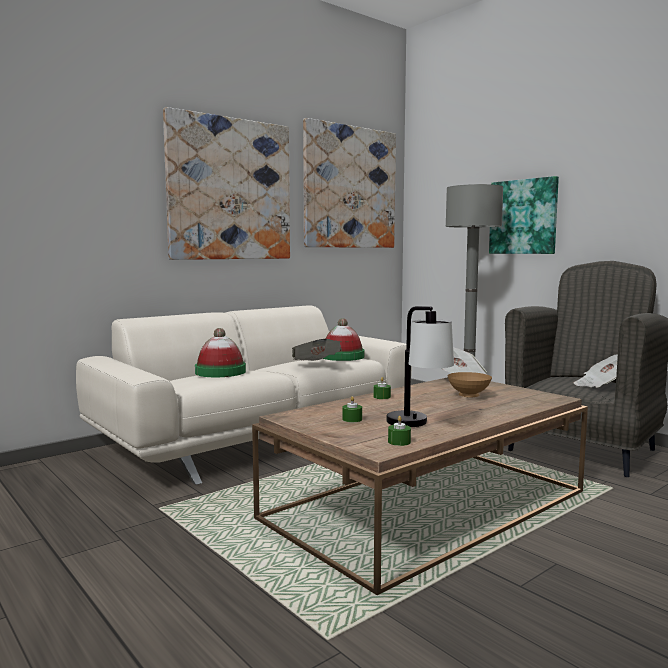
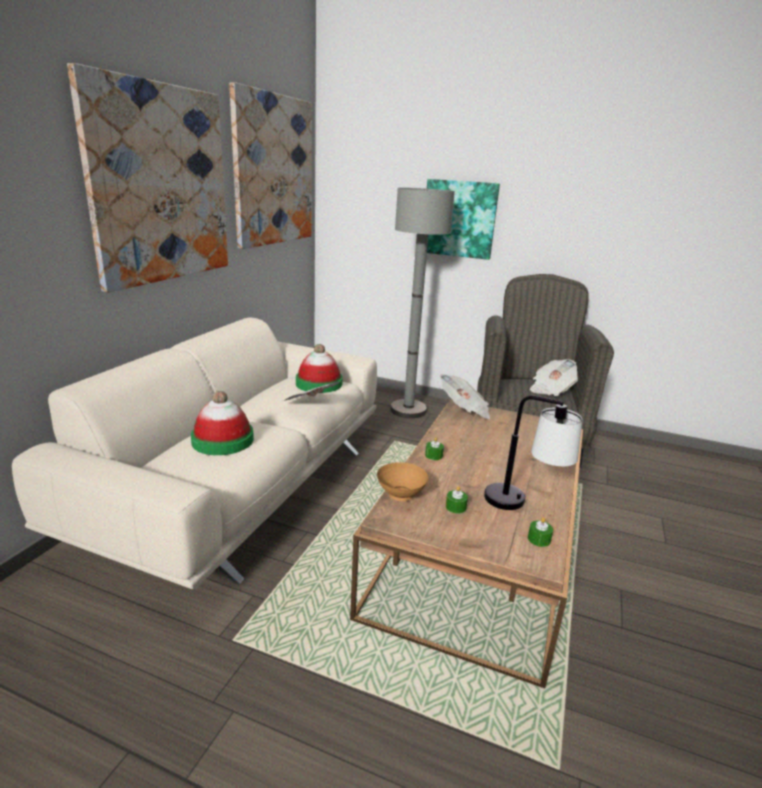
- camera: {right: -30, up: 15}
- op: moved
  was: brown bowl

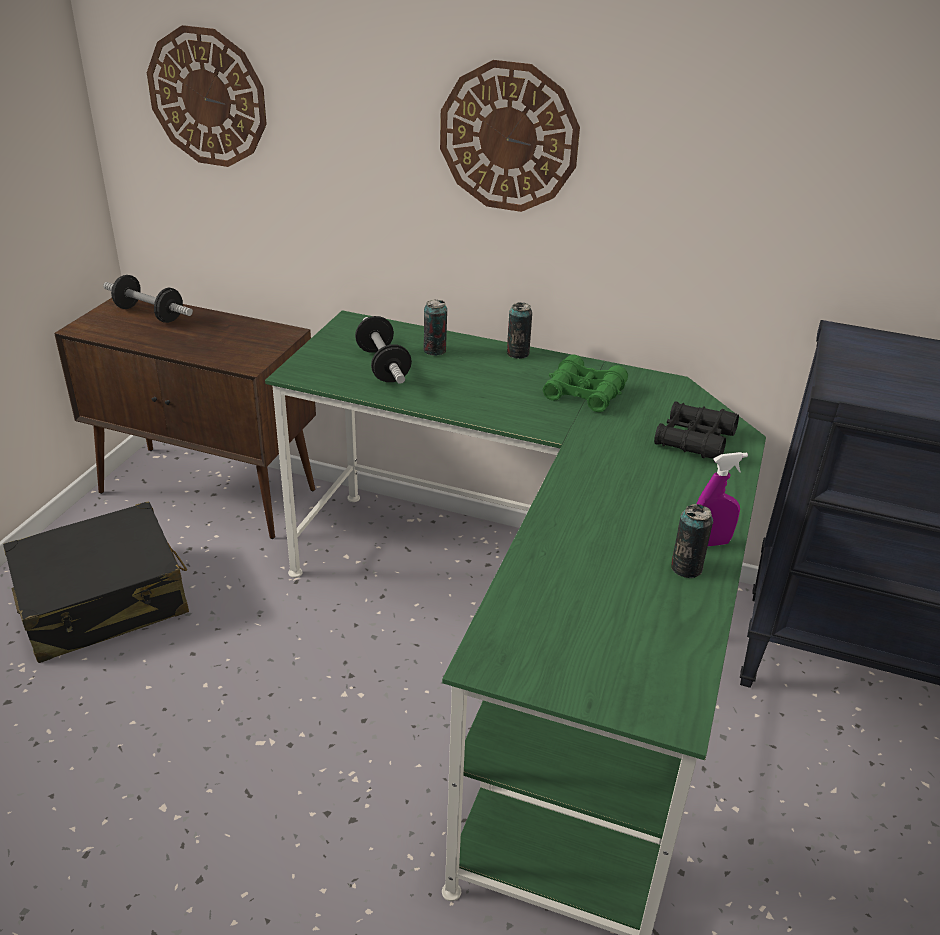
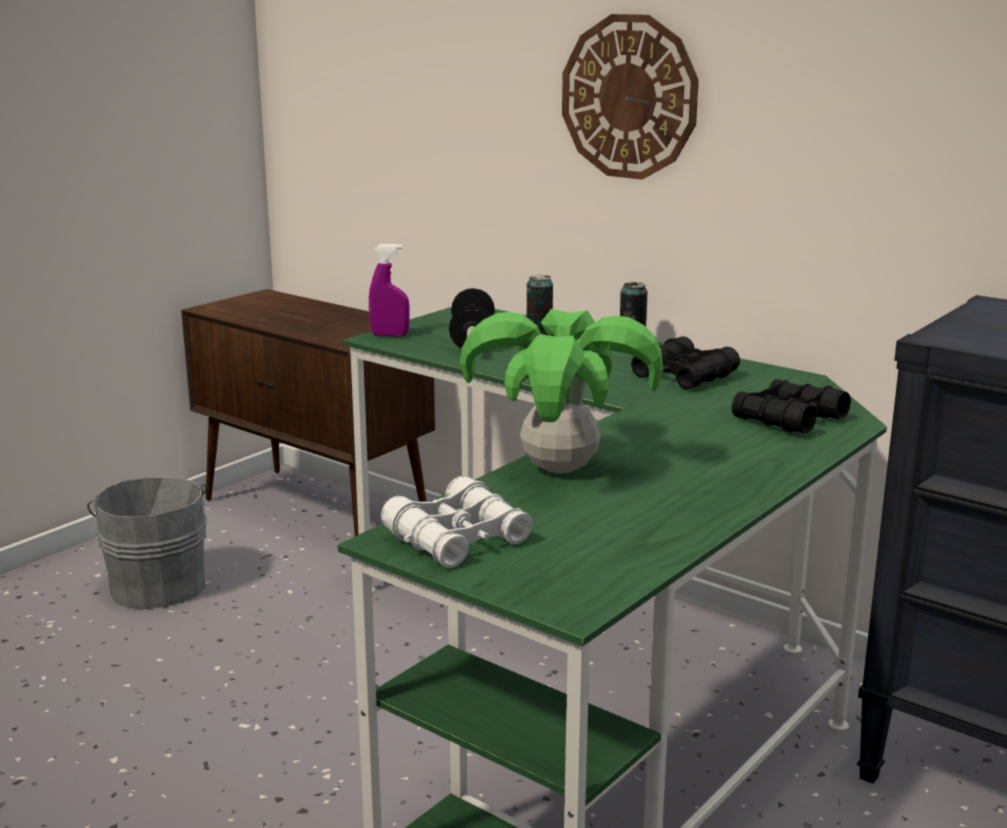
- camera: {right: 20, up: -15}
- op: removed
  was: dumbbell (1st from left)
- op: removed
  was: wall clock (1st from left)
- op: removed
  was: can (3rd from left)
- op: added
  now: white binoculars
- op: added
  now: potted plant
- op: moved
  was: purple spray bottle
- op: replaced
  was: black suitcase
  now: grey bucket
- op: recoloured
  was: green binoculars
  now: black binoculars (1st from left)

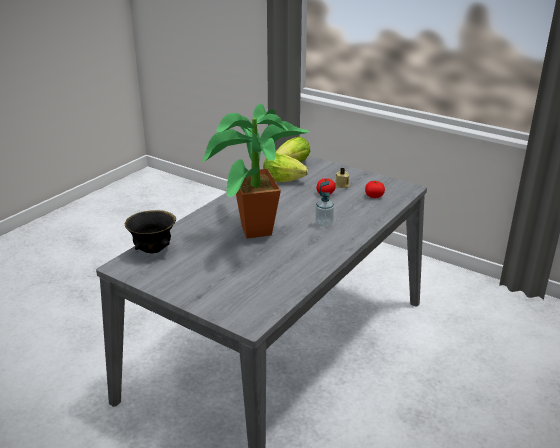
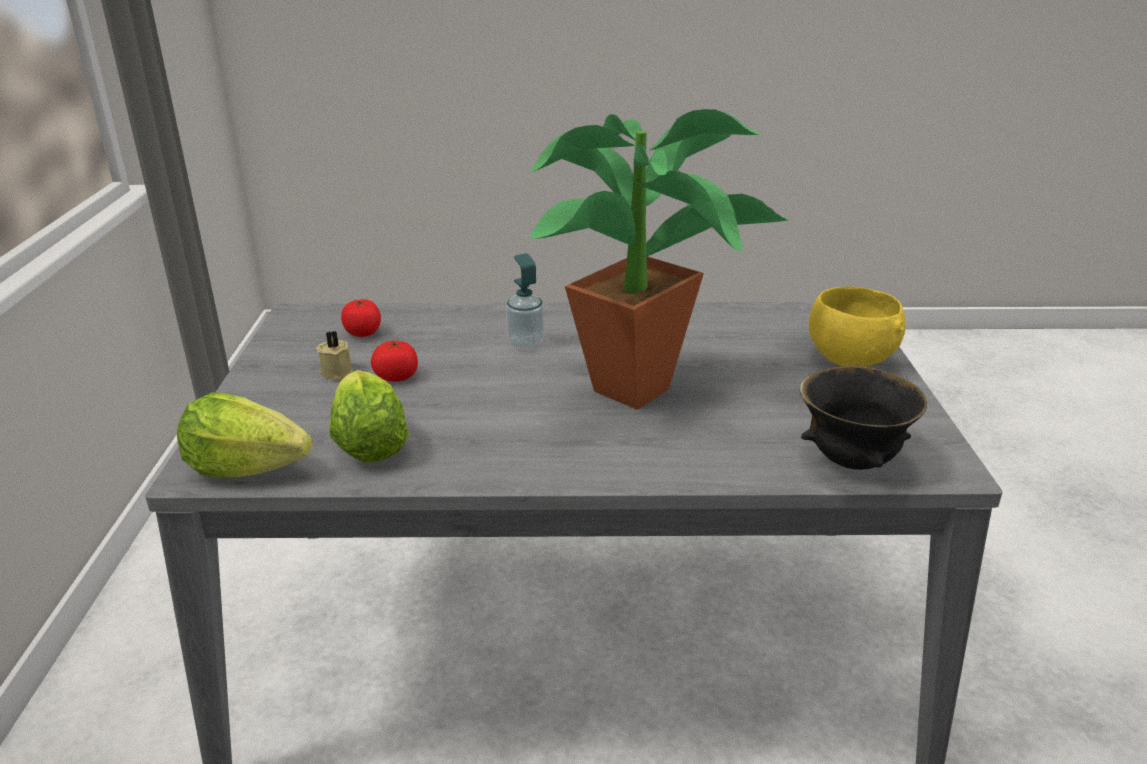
- camera: {right: -125, up: 0}
- op: added
  now: yellow bowl

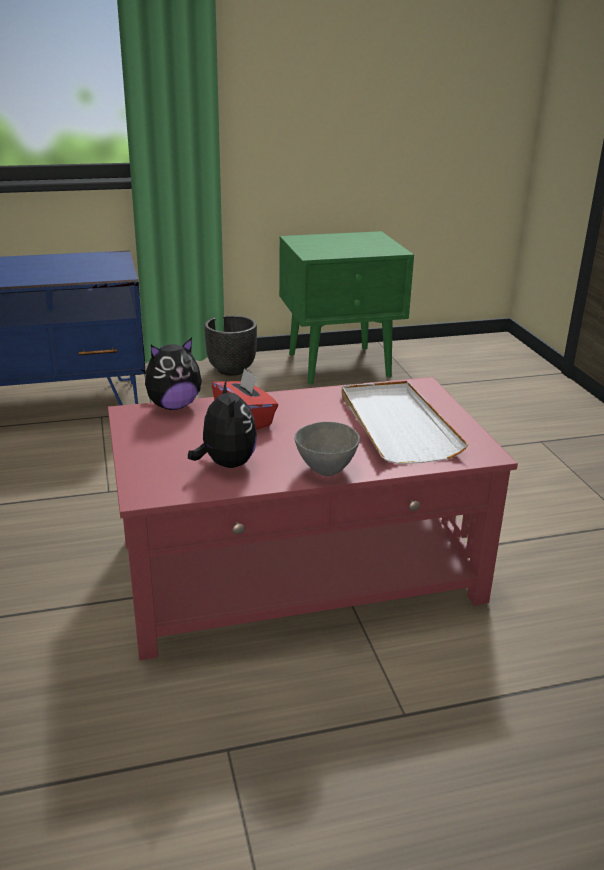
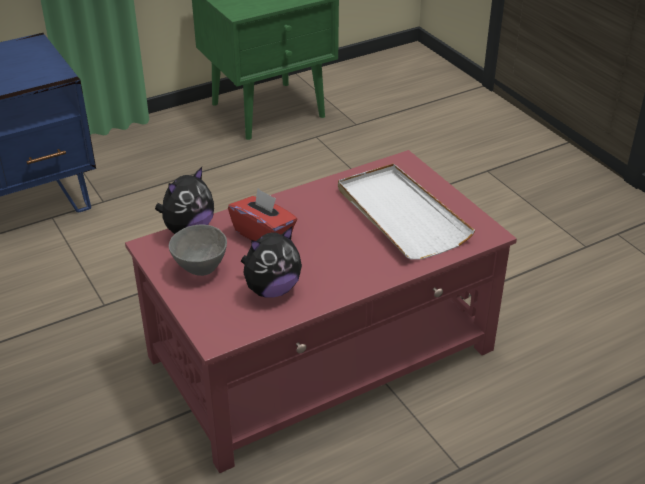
- camera: {right: -15, up: 10}
- op: removed
  was: black planter
- op: moved
  was: grey bowl
- op: turned
  was: plush toy (2nd from left)
  clockwise: 90

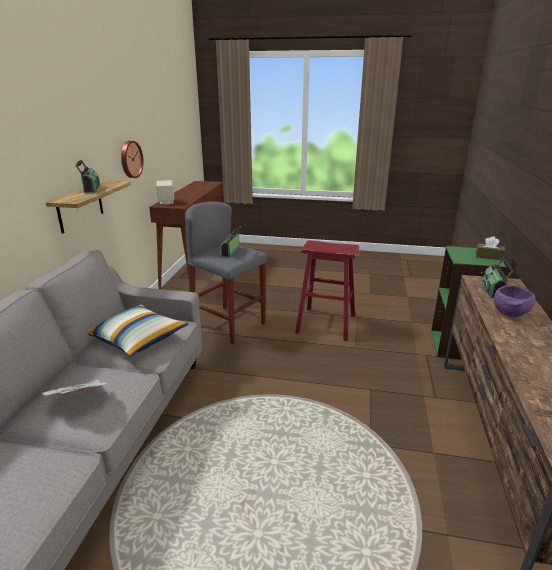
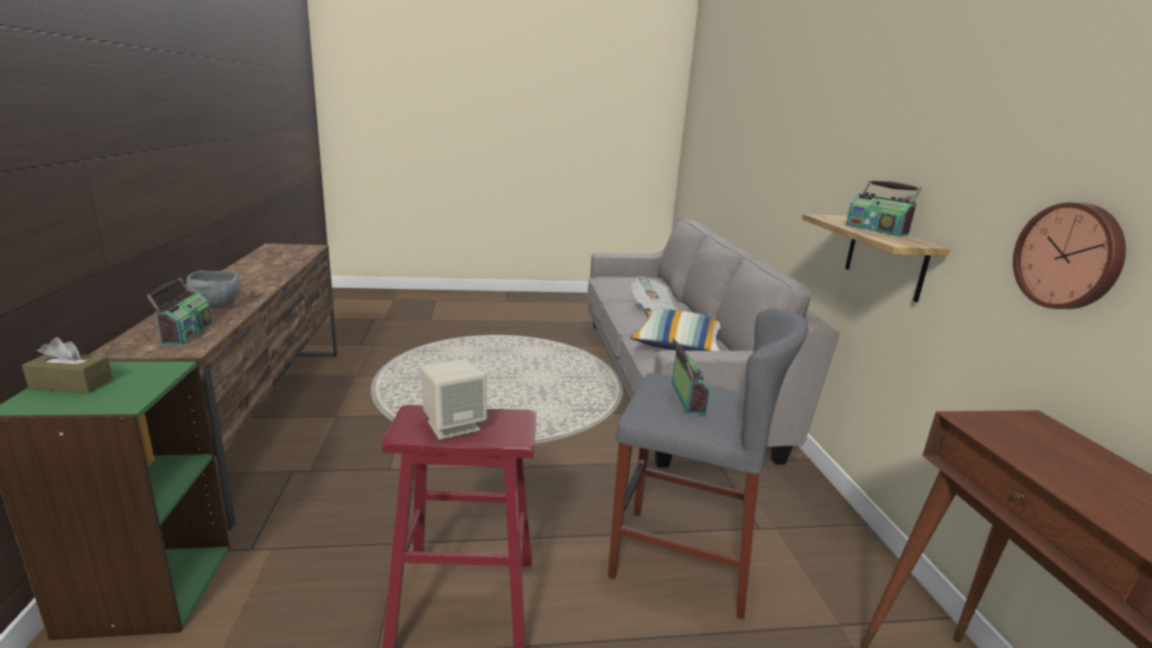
- camera: {right: 160, up: -5}
- op: moved
  was: beige speaker
- op: recoloured
  was: purple bowl
  now: grey bowl

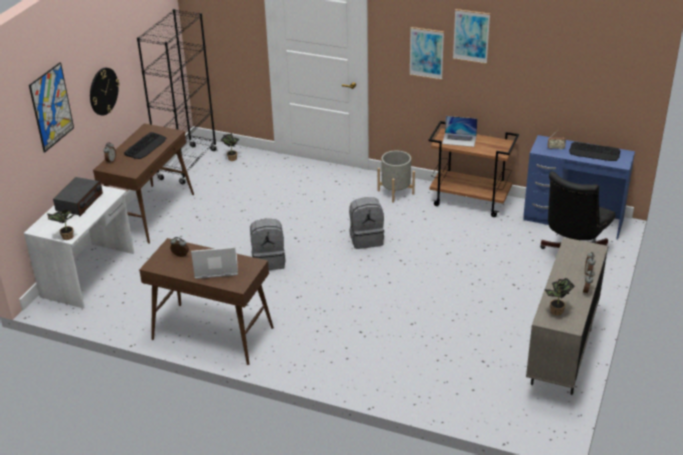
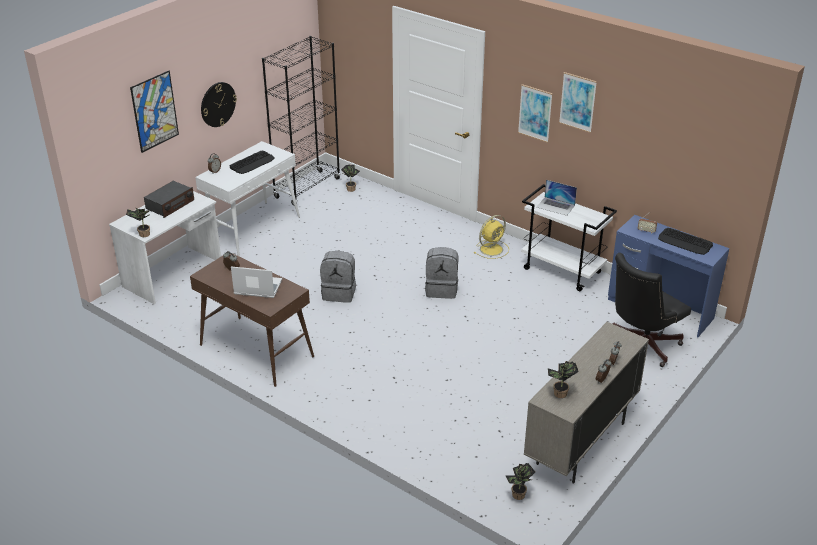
- camera: {right: 15, up: 0}
- op: added
  now: potted plant (3rd from left)
- op: replaced
  was: grey planter
  now: yellow fan
- op: recoloured
  was: brown console table (1st from left)
  now: white console table
- op: recoloured
  was: brown cart
  now: white cart

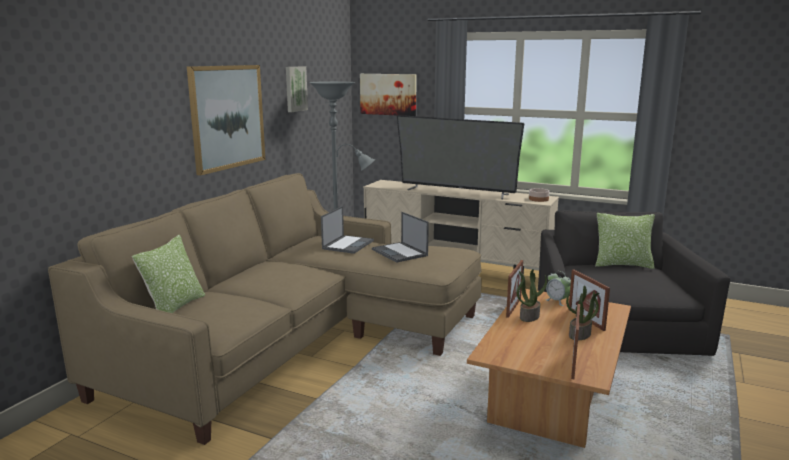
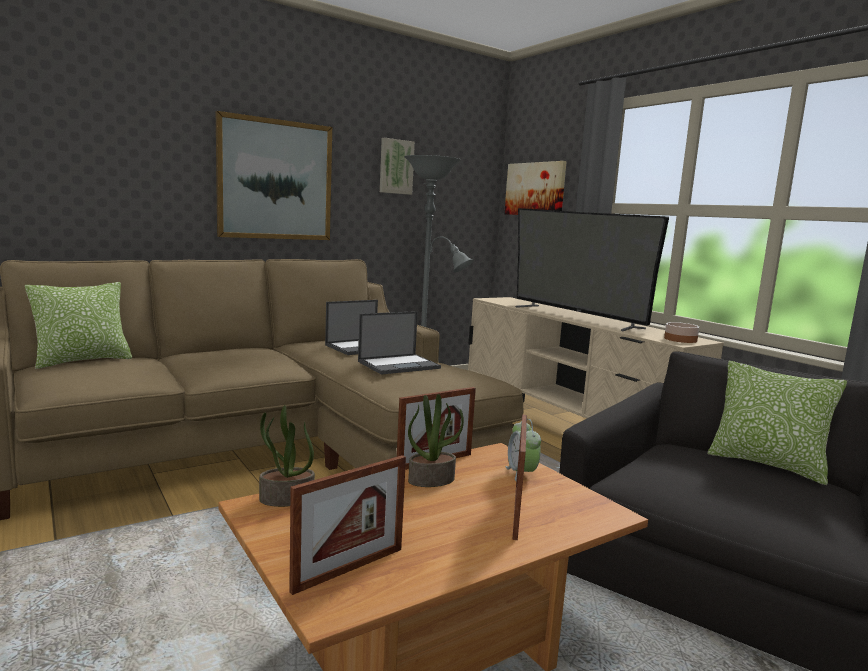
- camera: {right: 30, up: -5}
- op: moved
  was: potted plant (2nd from left in the first image)
  now: potted plant (1st from left)
- op: turned
  was: laptop (2nd from left)
  clockwise: -120

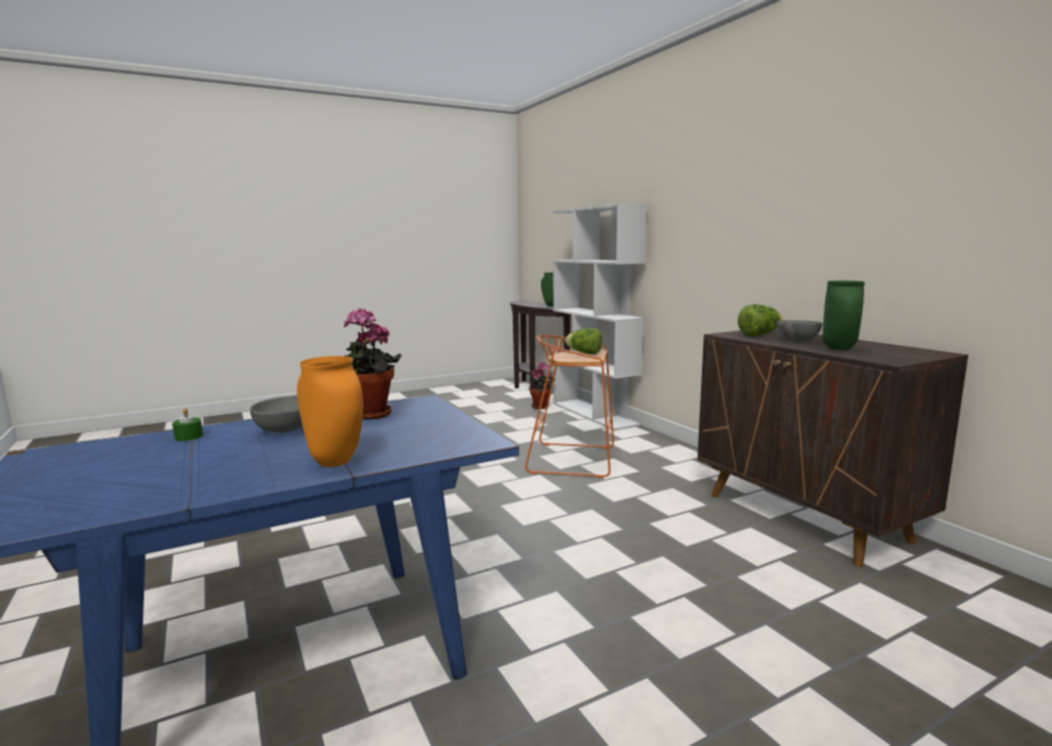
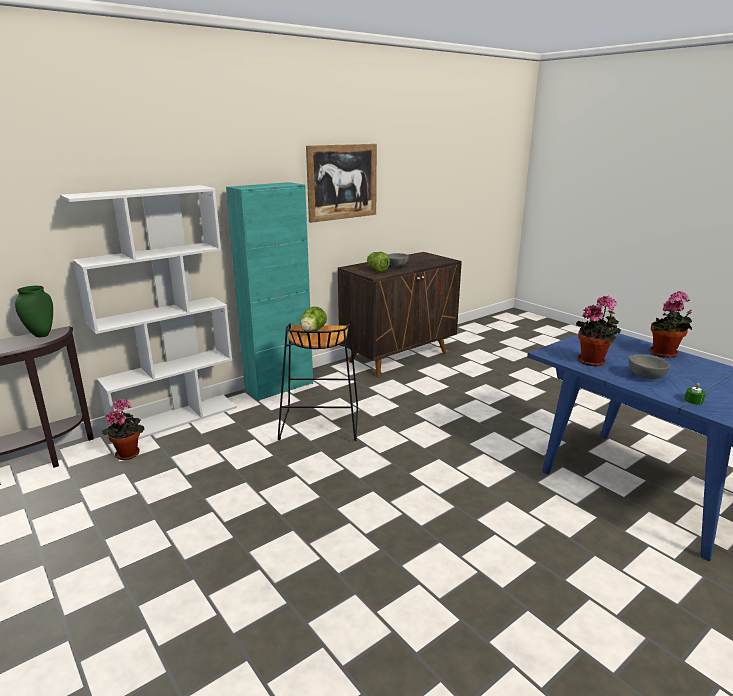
- camera: {right: -100, up: 10}
- op: removed
  was: green vase (2nd from left)
- op: added
  now: turquoise cabinet
- op: added
  now: picture
- op: replaced
  was: orange vase
  now: potted plant (3rd from left)
- op: recoloured
  was: orange stool
  now: black stool

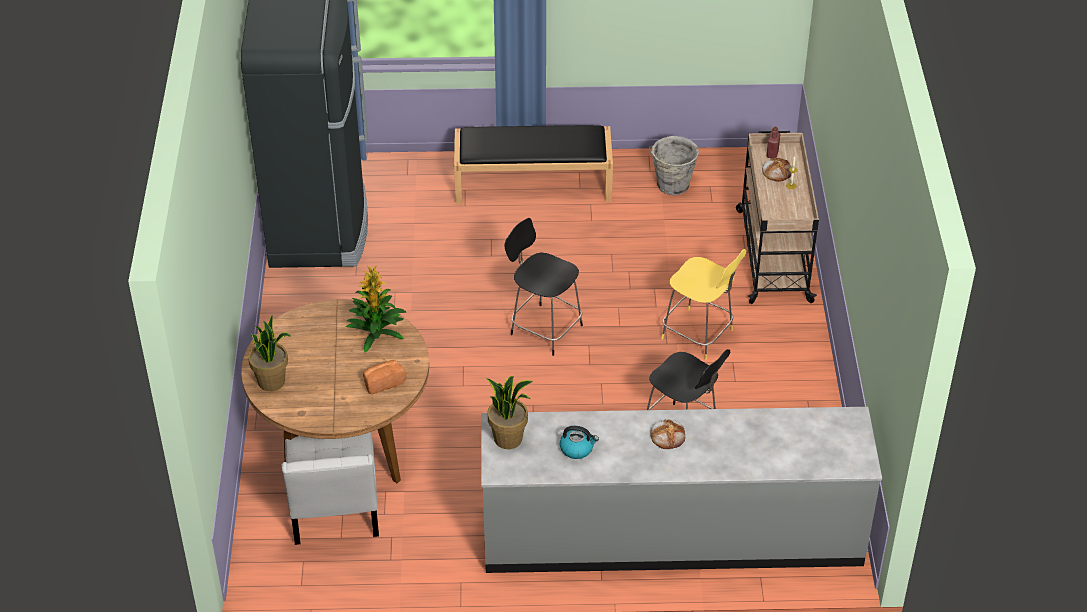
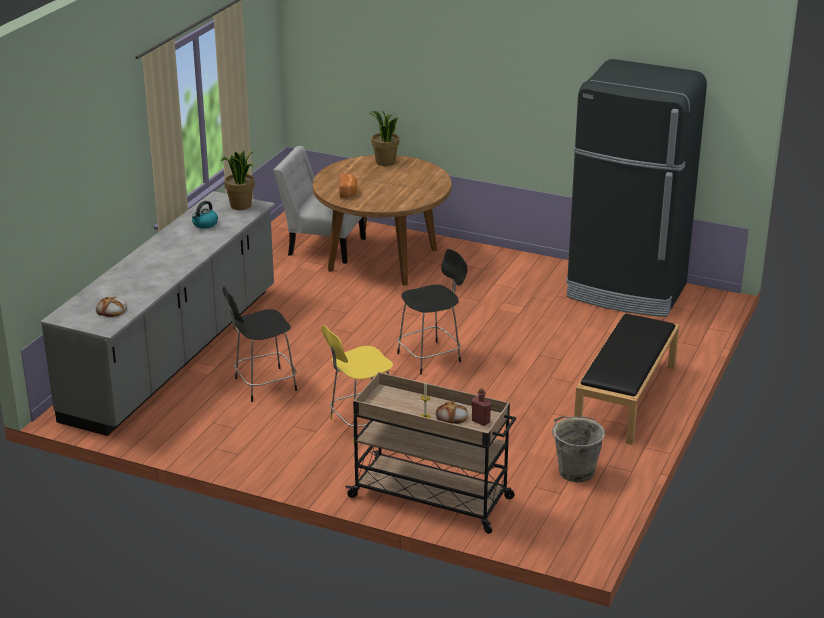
- camera: {right: 115, up: -15}
- op: removed
  was: potted plant (2nd from left)
- op: moved
  was: bread (2nd from left in the first image)
  now: bread (1st from left)

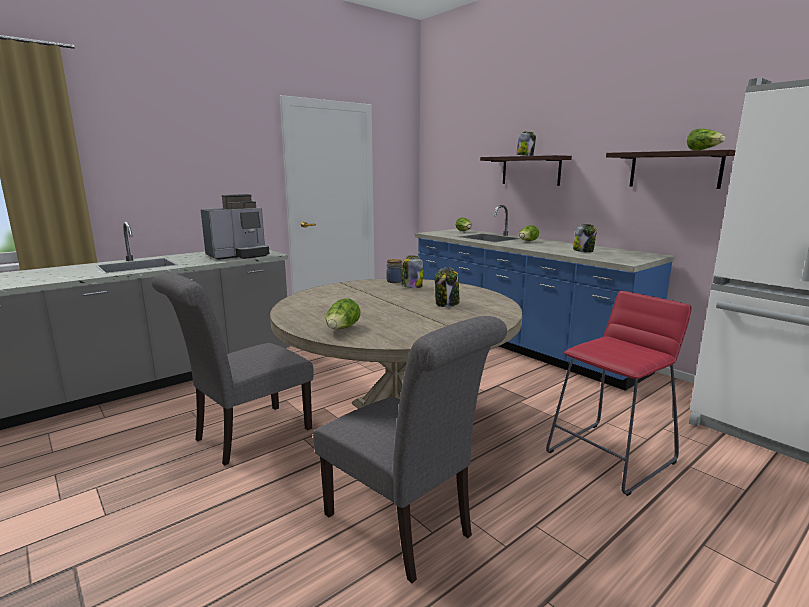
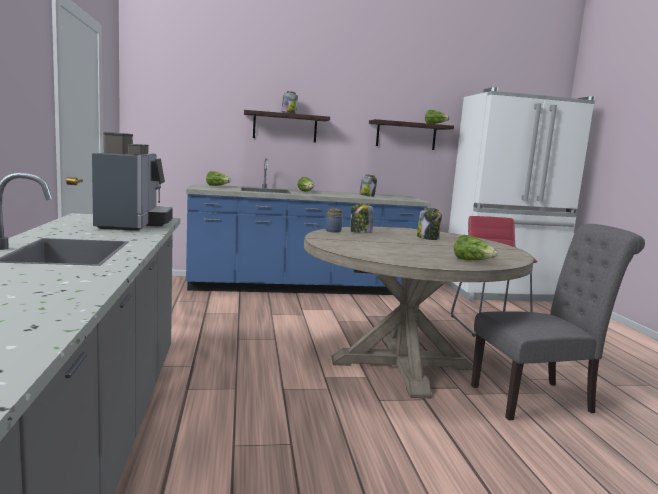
- camera: {right: -60, up: -5}
- op: removed
  was: grey chair (1st from left)

